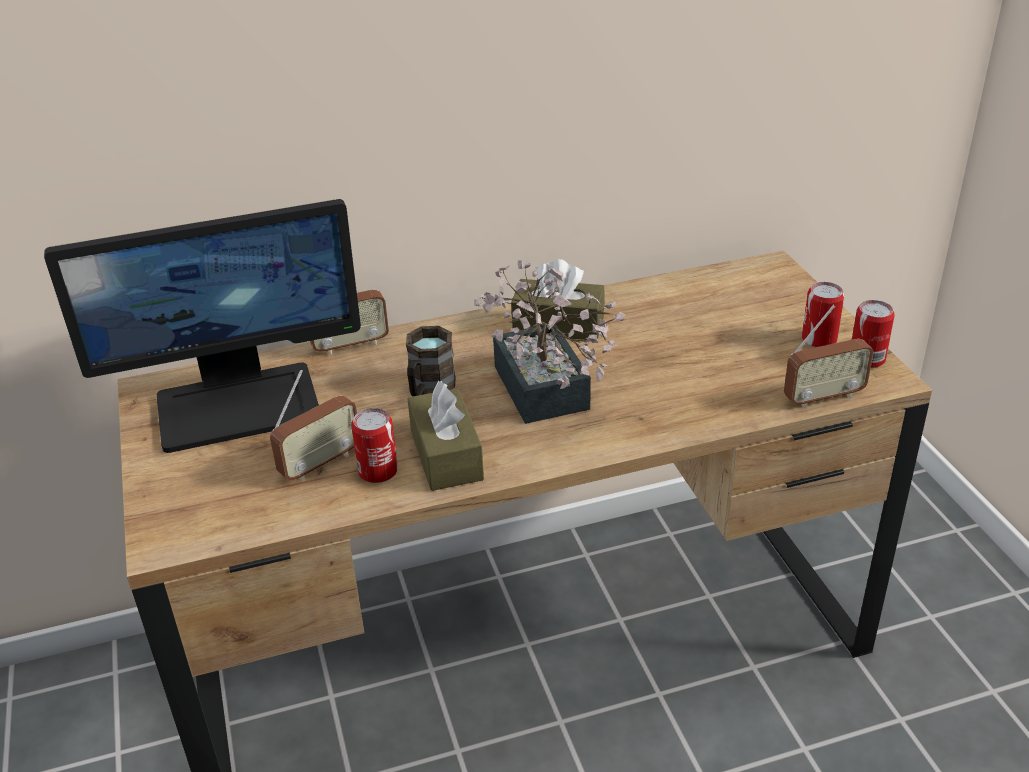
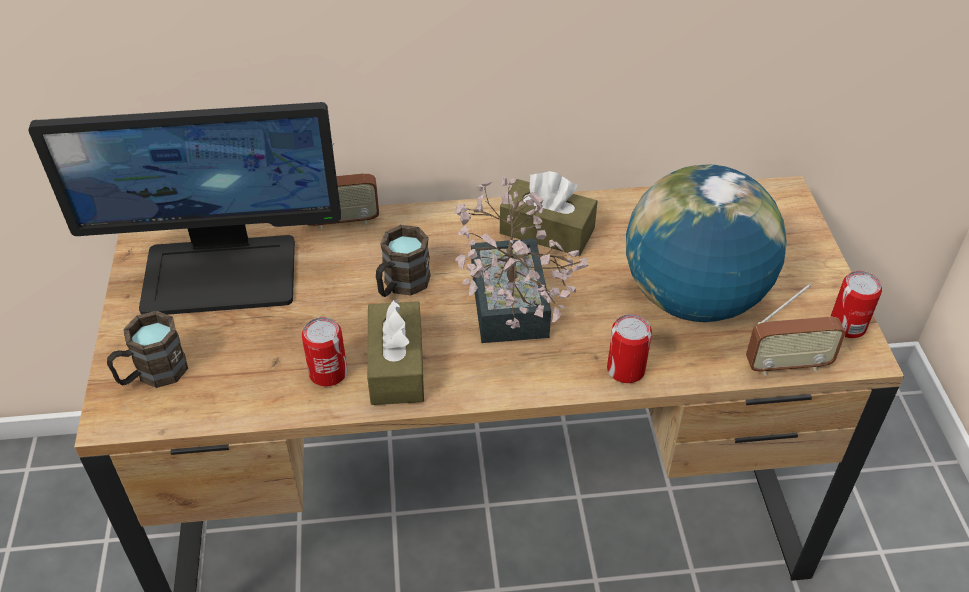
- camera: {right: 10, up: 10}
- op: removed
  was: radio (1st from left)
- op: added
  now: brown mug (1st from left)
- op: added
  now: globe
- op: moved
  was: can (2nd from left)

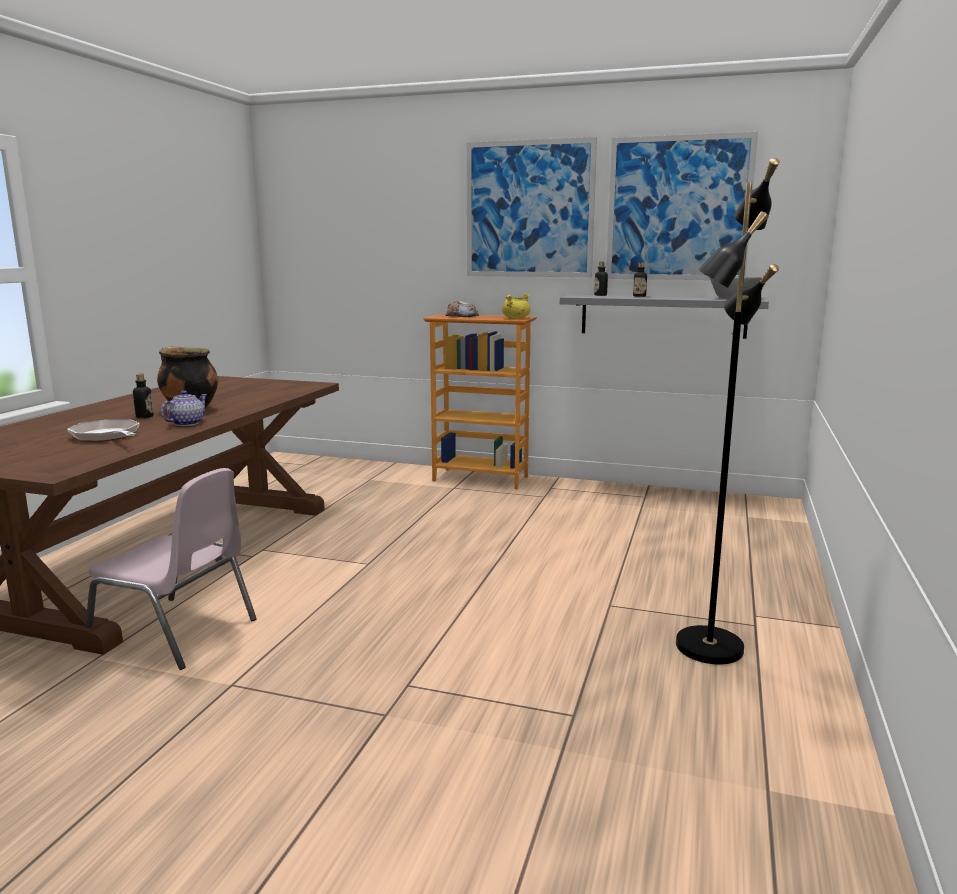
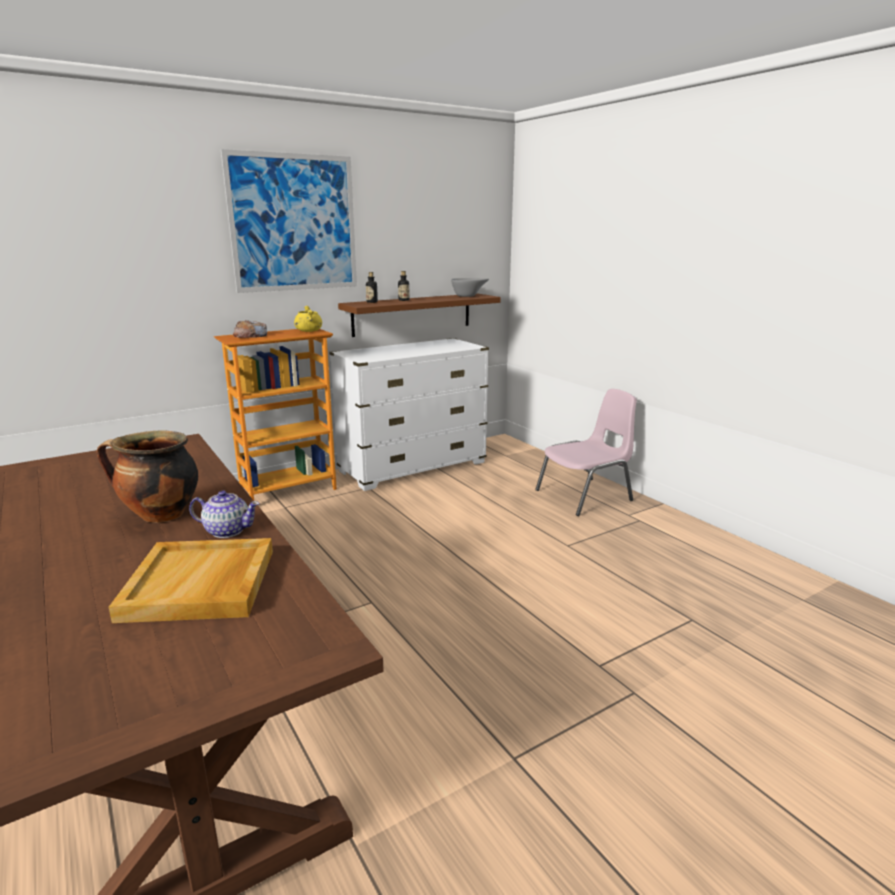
- camera: {right: -50, up: 5}
- op: removed
  was: bottle (1st from left)
- op: removed
  was: picture (2nd from left)
- op: removed
  was: black floor lamp
- op: added
  now: white dresser
- op: moved
  was: pink chair
- op: replaced
  was: frying pan
  now: beige tray
- op: recoloured
  was: grey shelf
  now: brown shelf
- op: turned
  was: teapot
  clockwise: 120

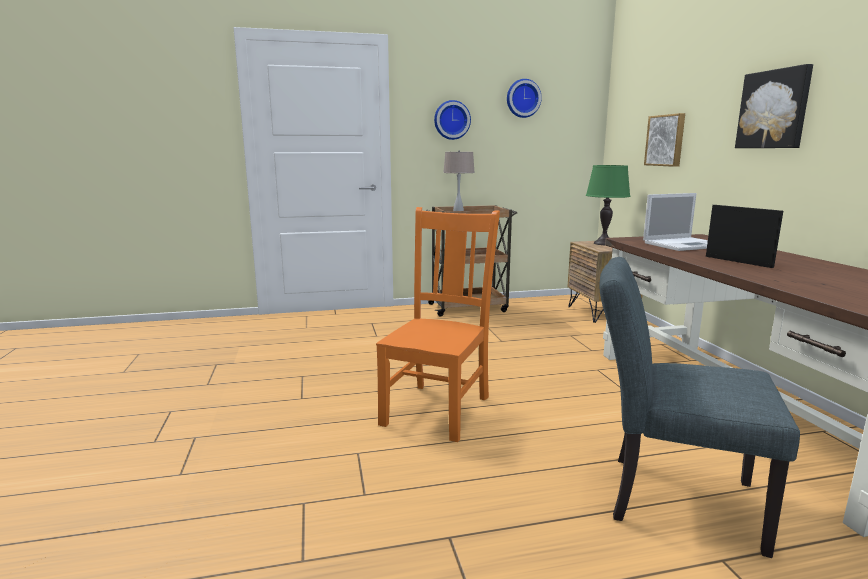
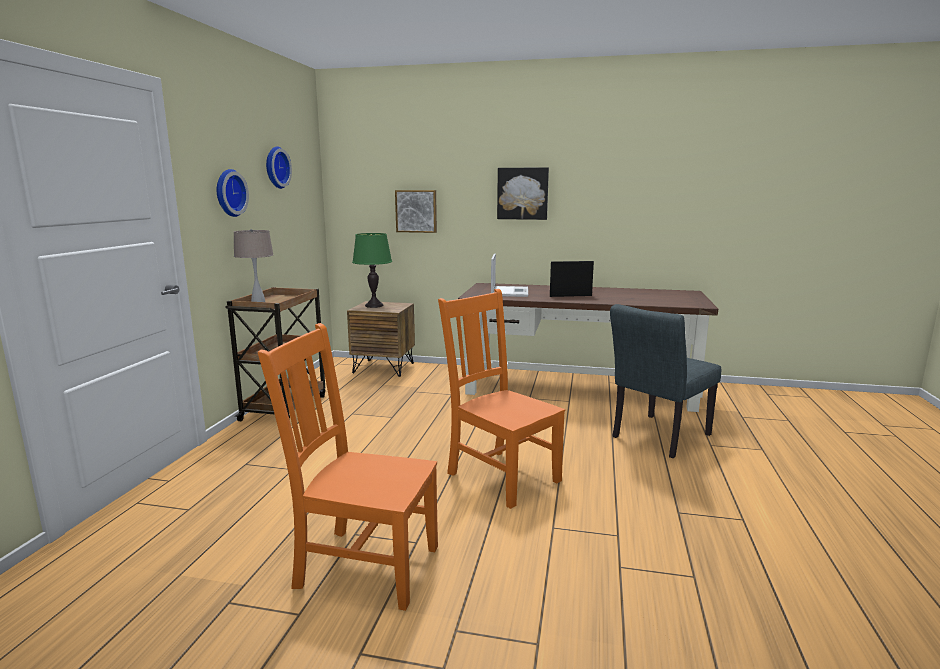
- camera: {right: -65, up: 0}
- op: added
  now: orange chair (1st from left)

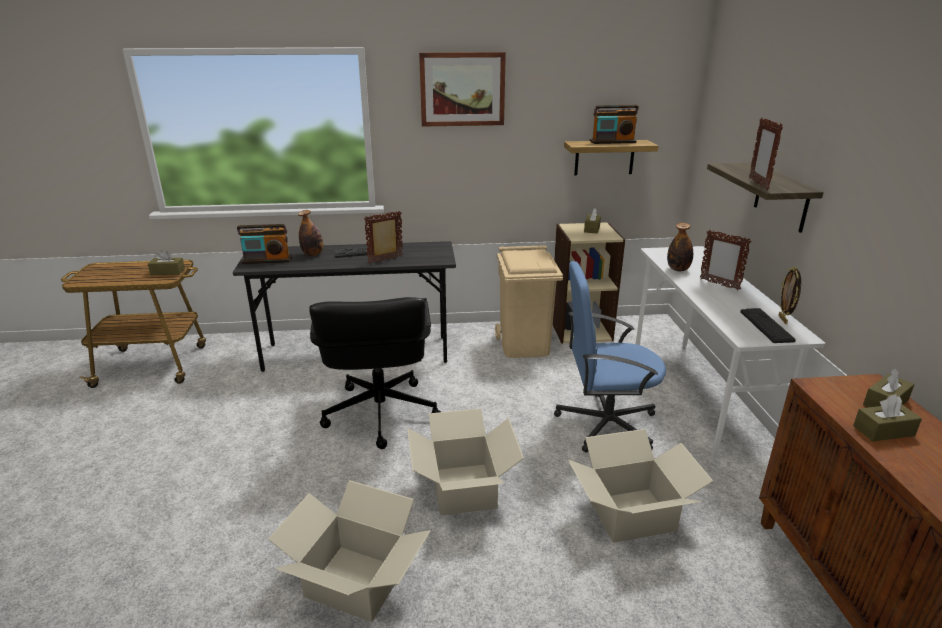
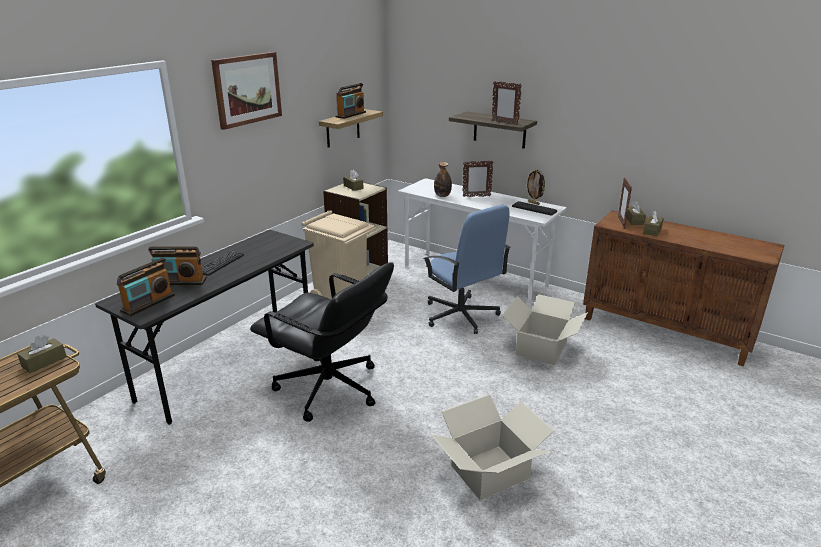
- camera: {right: -50, up: 0}
- op: removed
  was: cardboard box (2nd from left)
- op: moved
  was: picture frame (1st from left in the first image)
  now: picture frame (4th from left)
- op: replaced
  was: bottle (1st from left)
  now: radio (2nd from left)
- op: turned
  was: blue office chair
  clockwise: -75

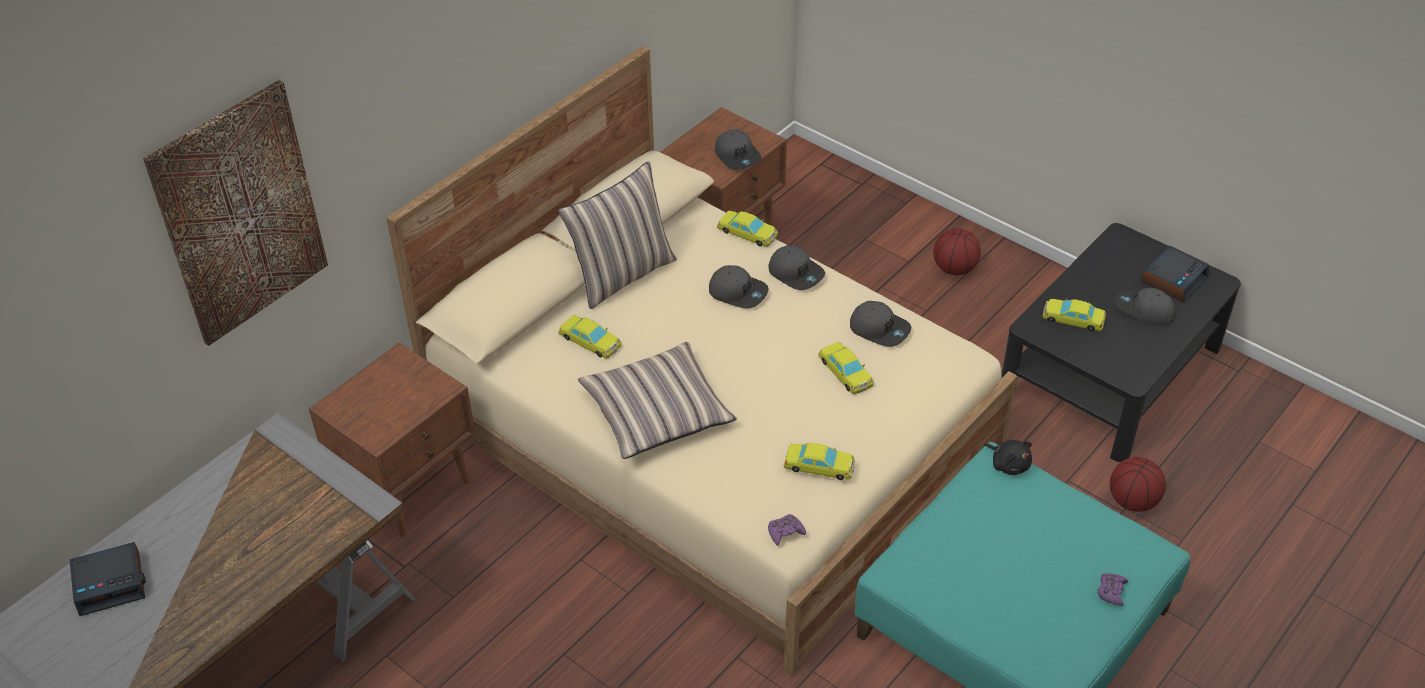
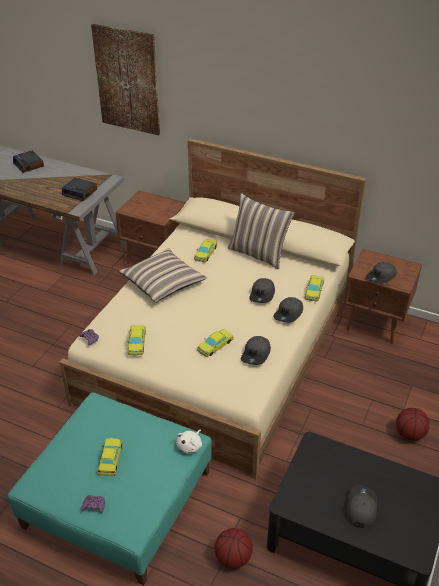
- camera: {right: 75, up: -5}
- op: moved
  was: yellow toy car (5th from left in the first image)
  now: yellow toy car (1st from left)
- op: moved
  was: alarm clock (2nd from left)
- op: recoloured
  was: black plush toy
  now: white plush toy

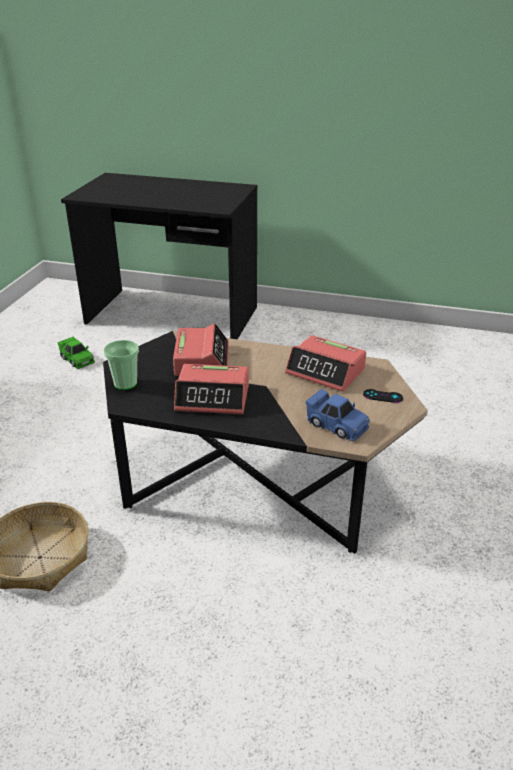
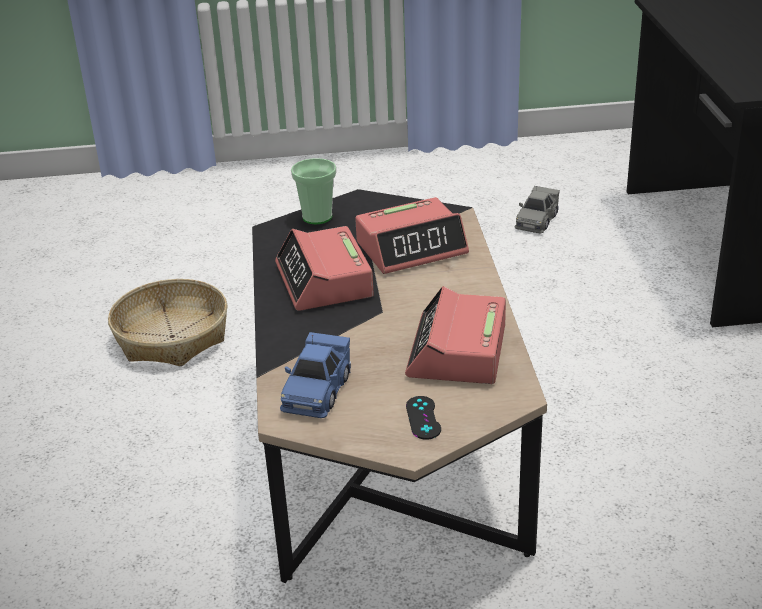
- camera: {right: 70, up: 0}
- op: recoloured
  was: green toy car
  now: grey toy car

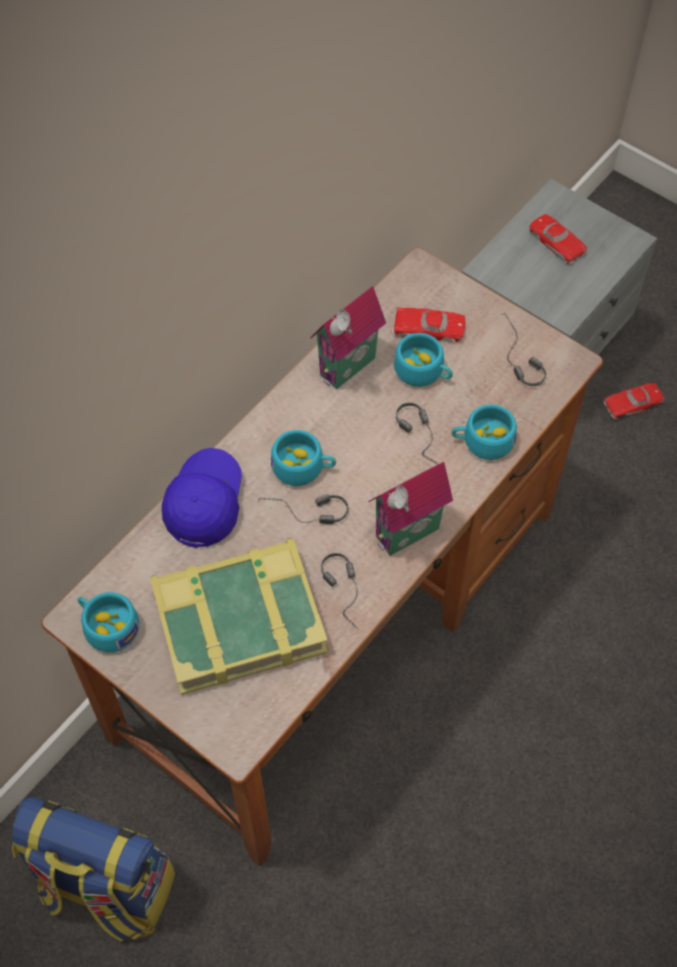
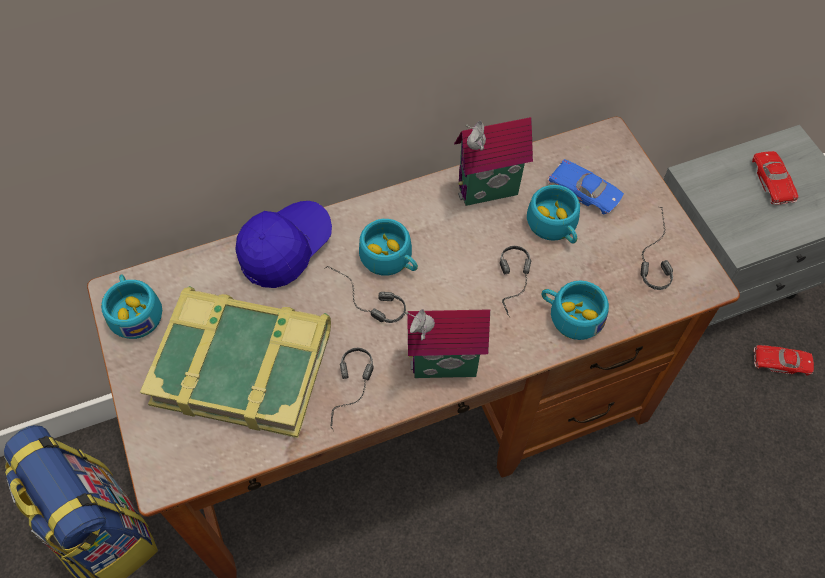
- camera: {right: 30, up: 0}
- op: recoloured
  was: red toy car (1st from left)
  now: blue toy car

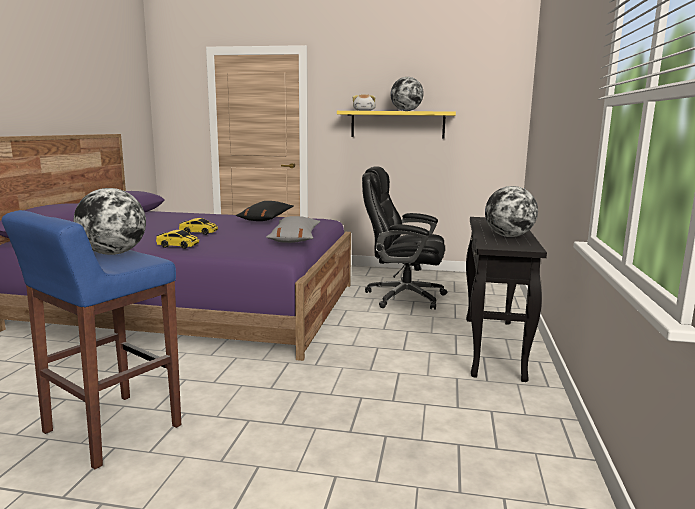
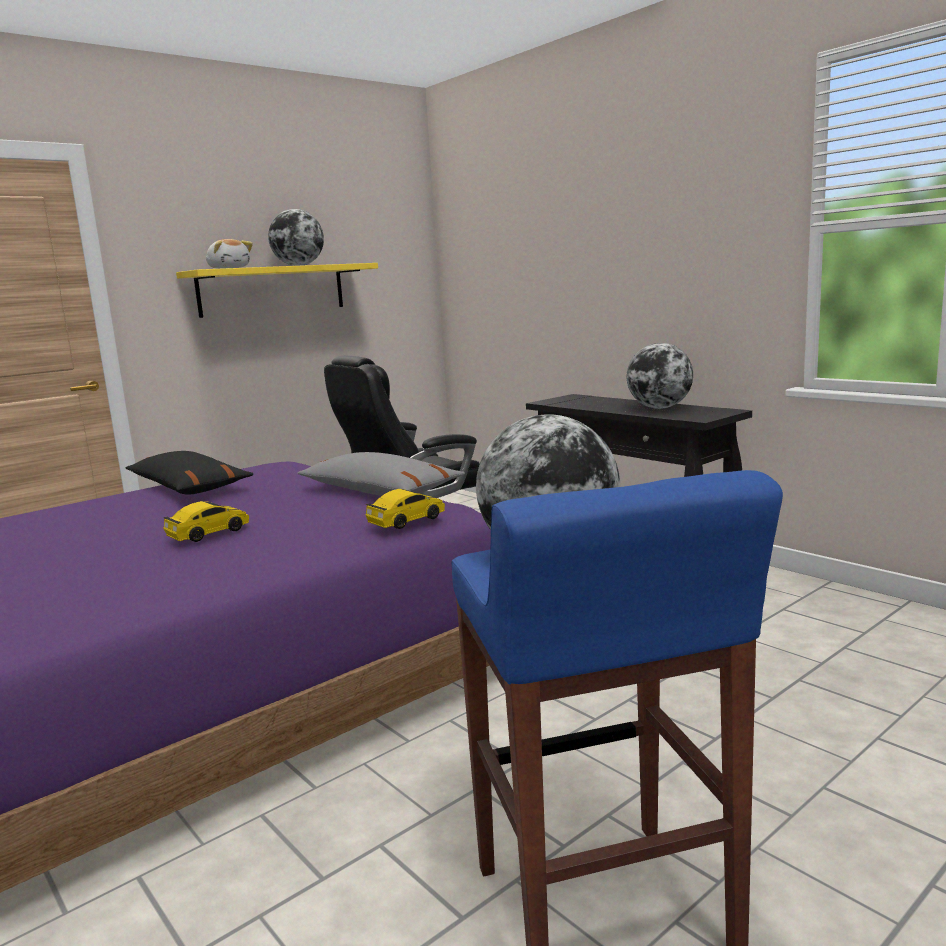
- camera: {right: -50, up: 0}
- op: moved
  was: toy car (1st from left in the first image)
  now: toy car (2nd from left)

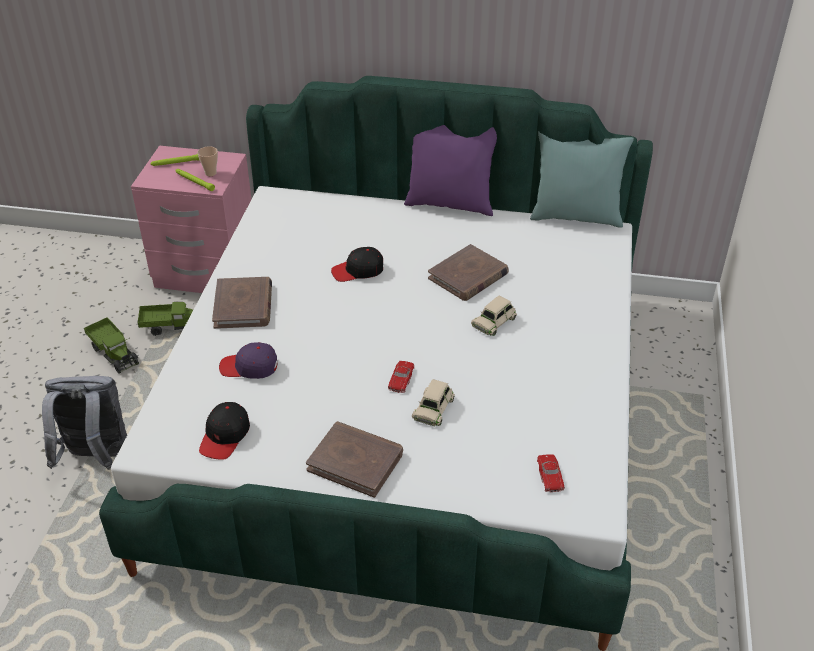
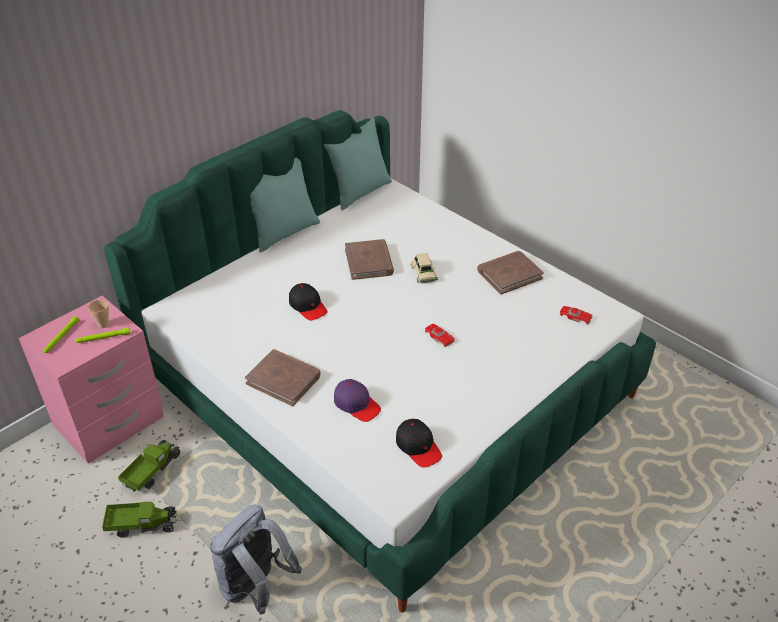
- camera: {right: -55, up: 0}
- op: removed
  was: beige toy car (1st from left)
- op: moved
  was: brown book (2nd from left in the first image)
  now: brown book (3rd from left)
- op: recoloured
  was: purple pillow
  now: turquoise pillow (1st from left)
- op: turned
  was: purple cap
  clockwise: -90
- op: turned
  was: black cap (2nd from left in the first image)
  clockwise: -60

